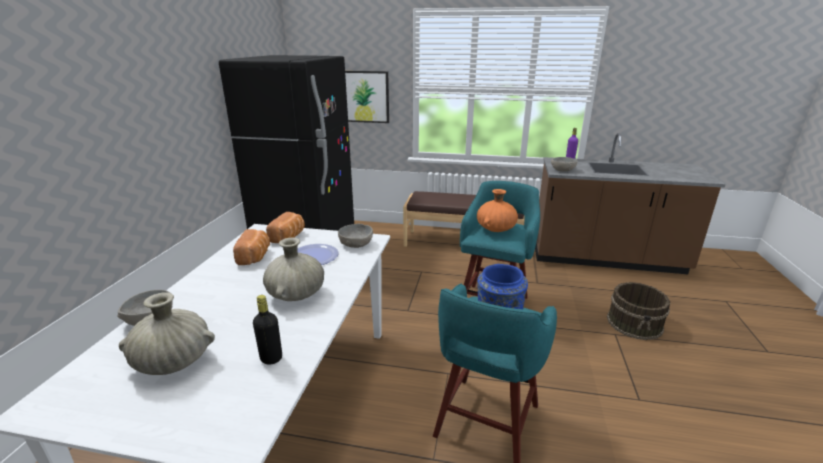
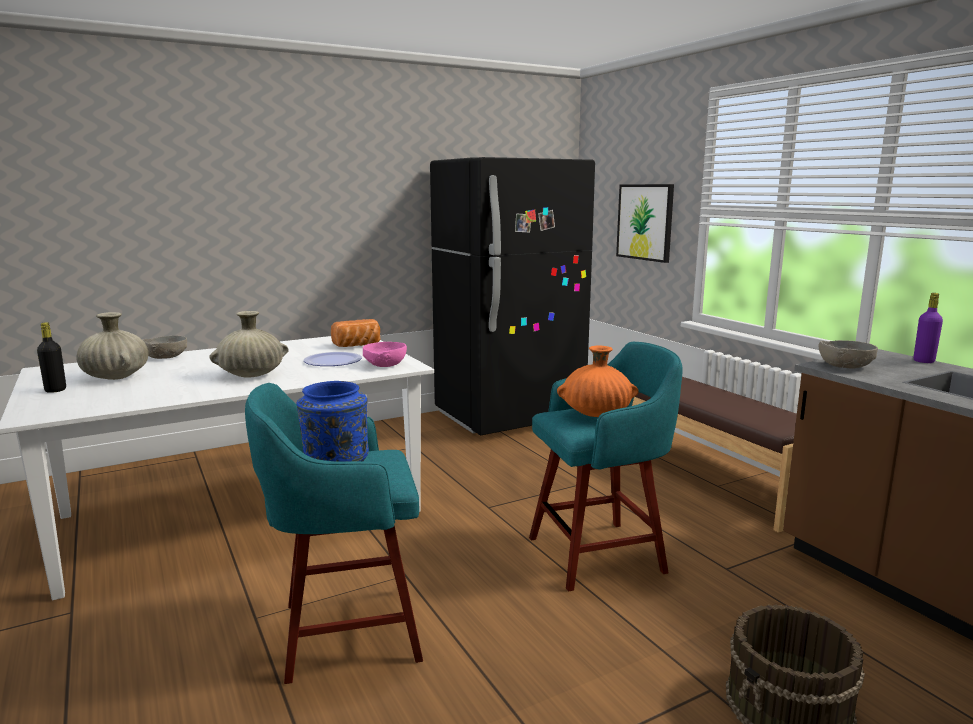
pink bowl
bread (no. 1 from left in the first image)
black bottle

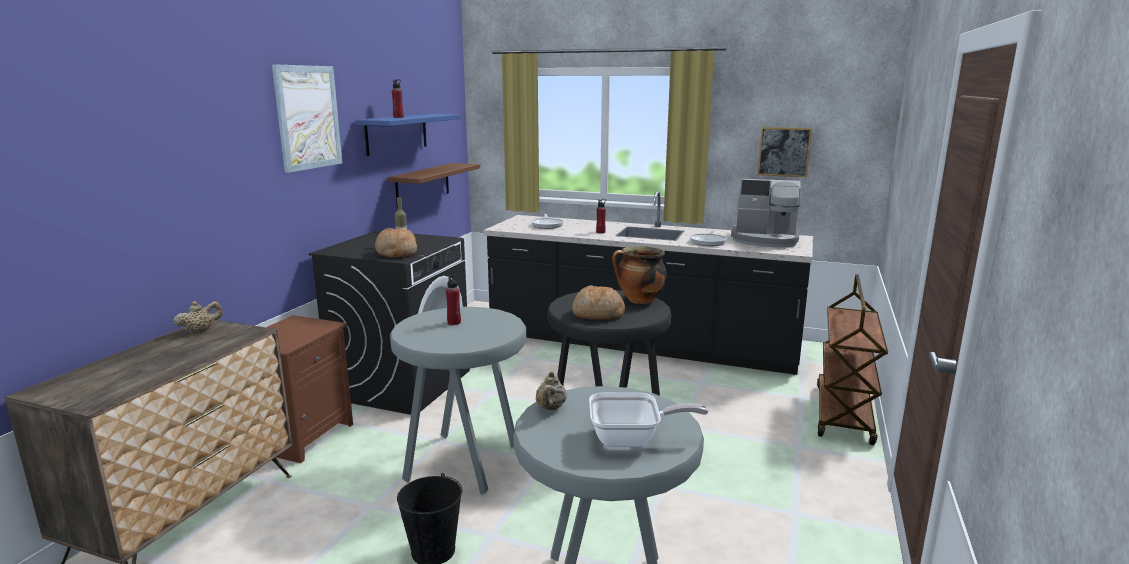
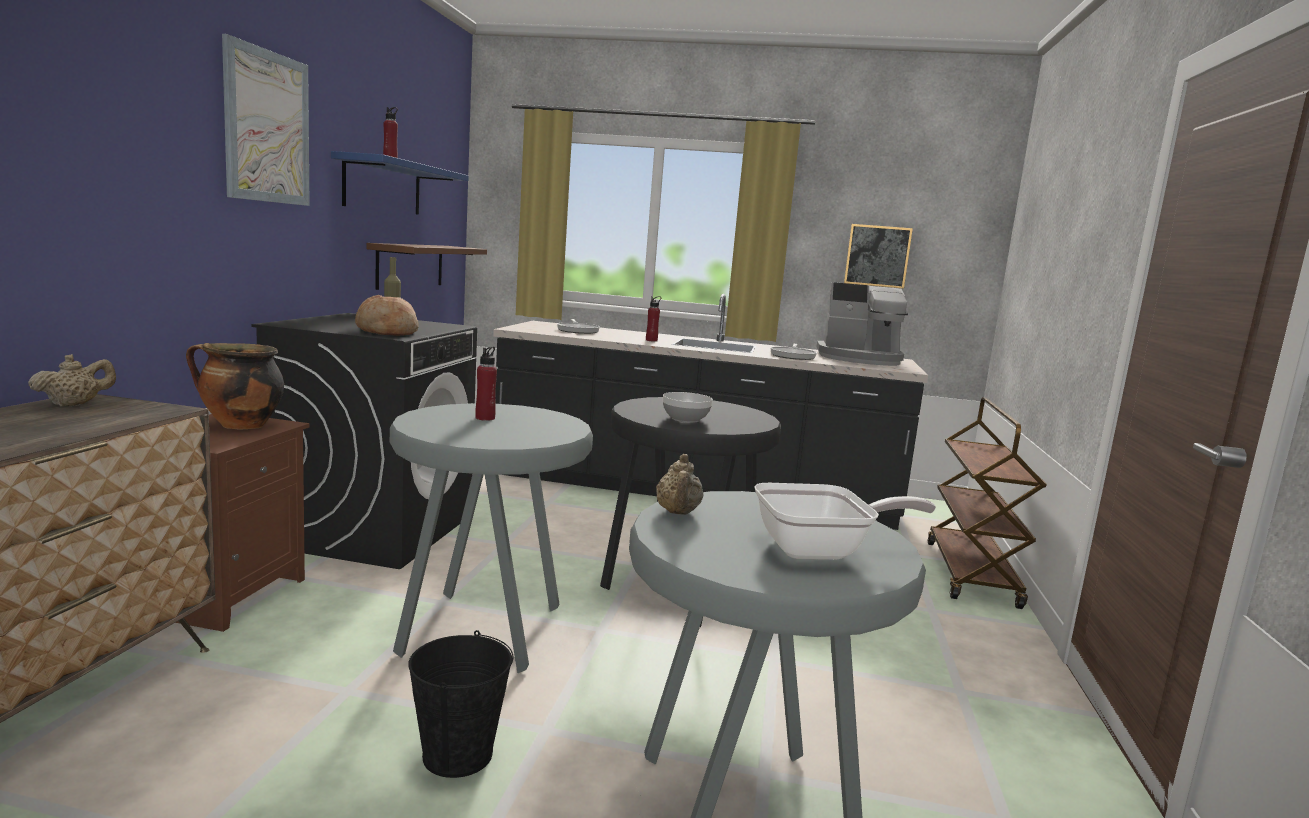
cooking pot
bowl

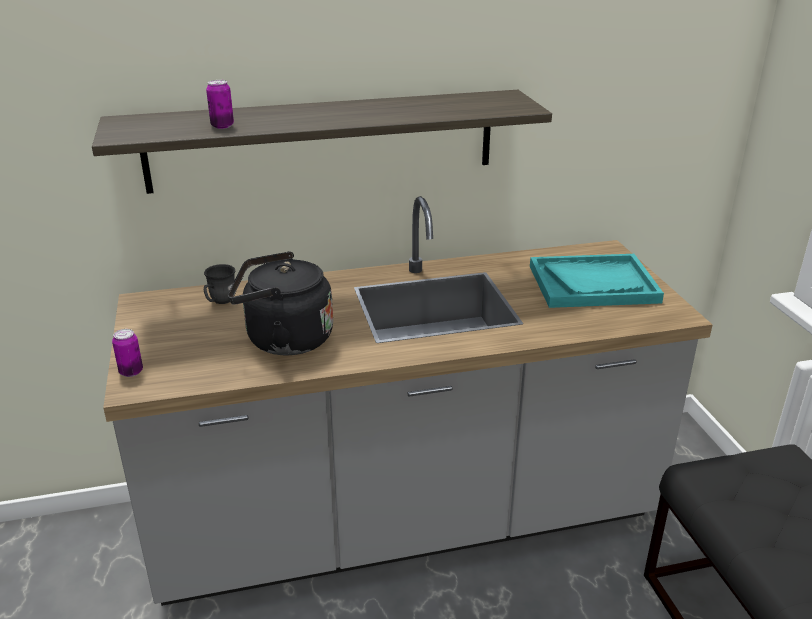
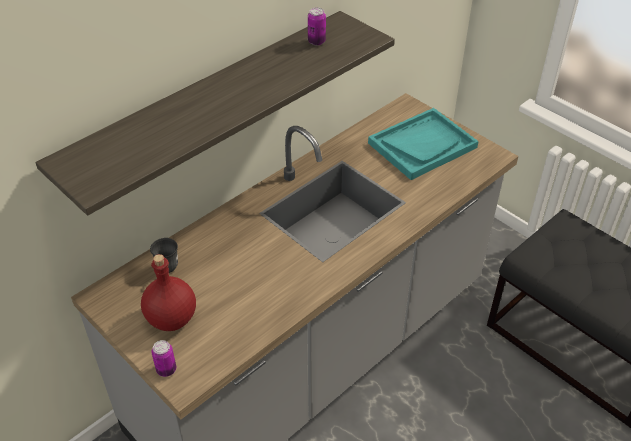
can (no. 2 from left)
black kettle
red bottle

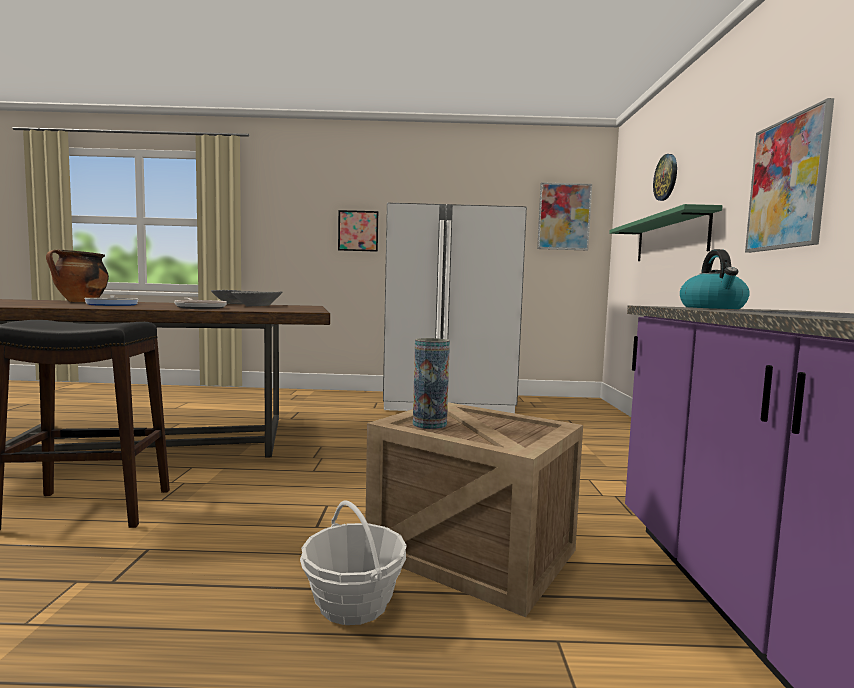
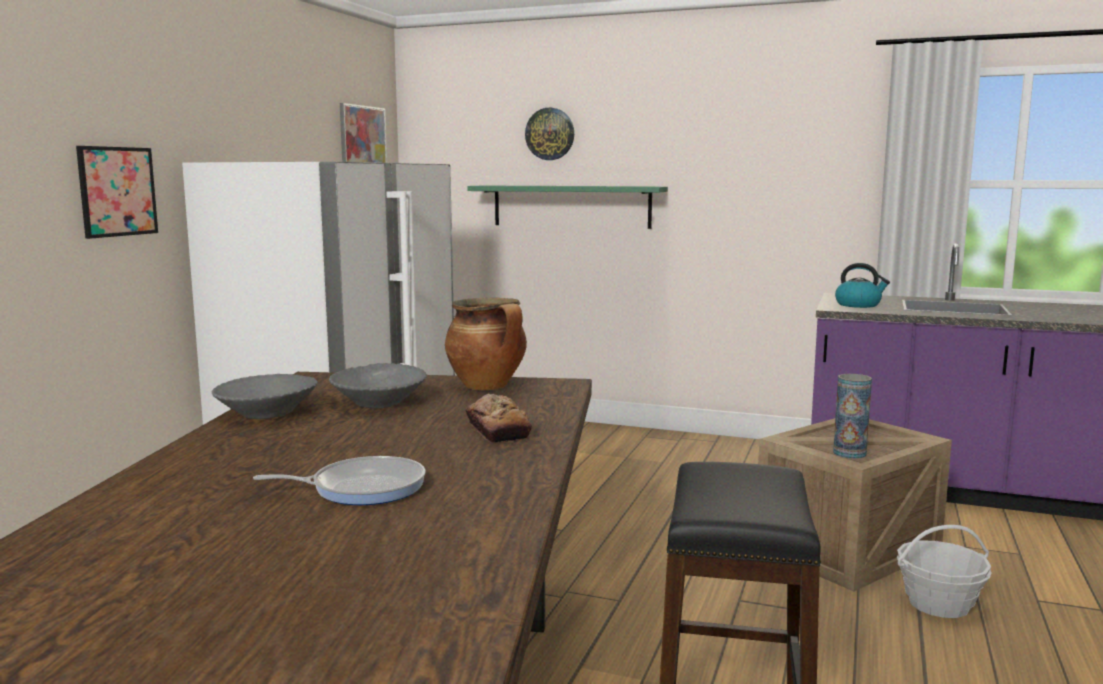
picture (no. 3 from left in the first image)
cooking pot
bread

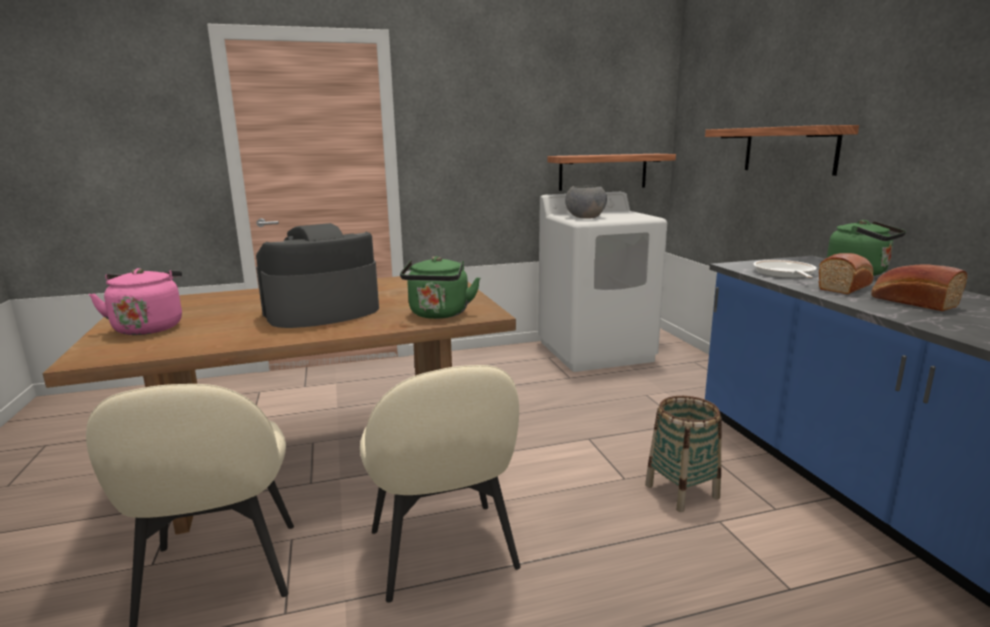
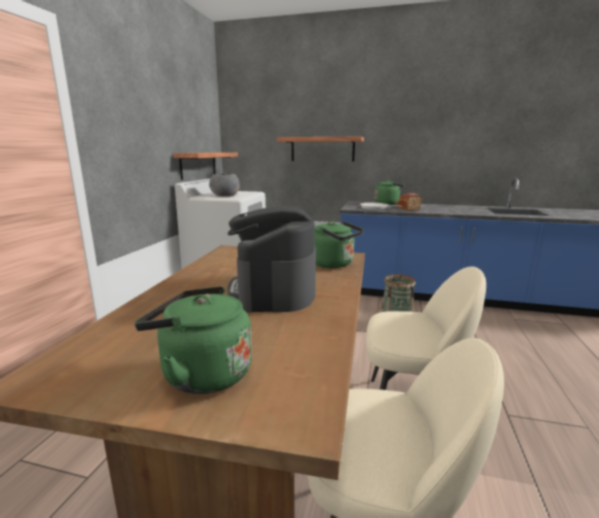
bread (no. 2 from left in the first image)
green kettle (no. 1 from left)

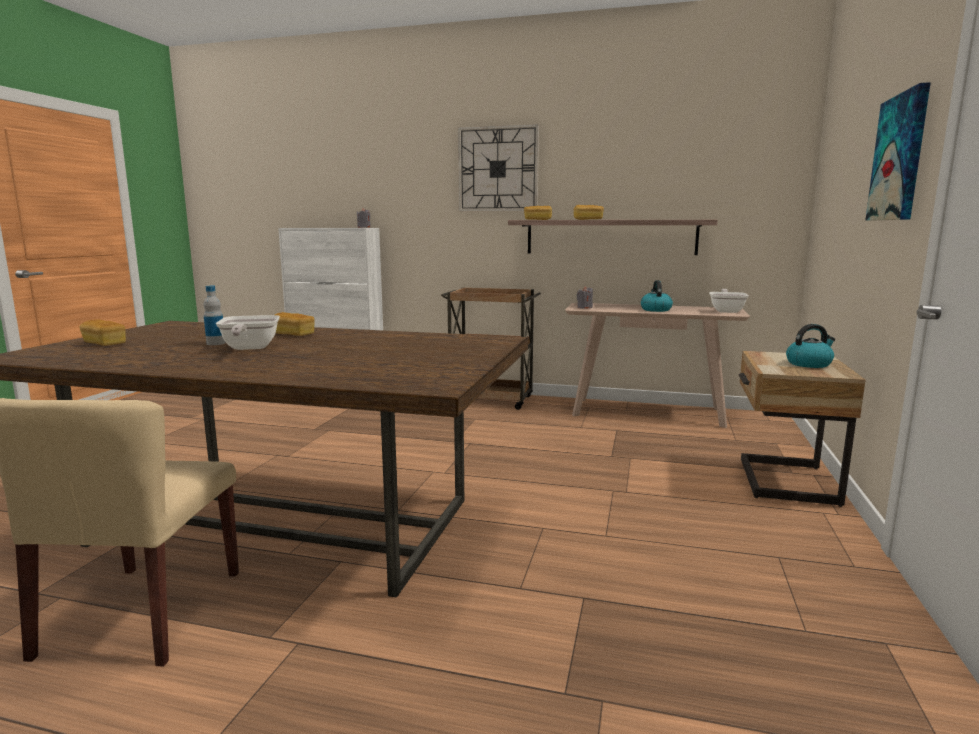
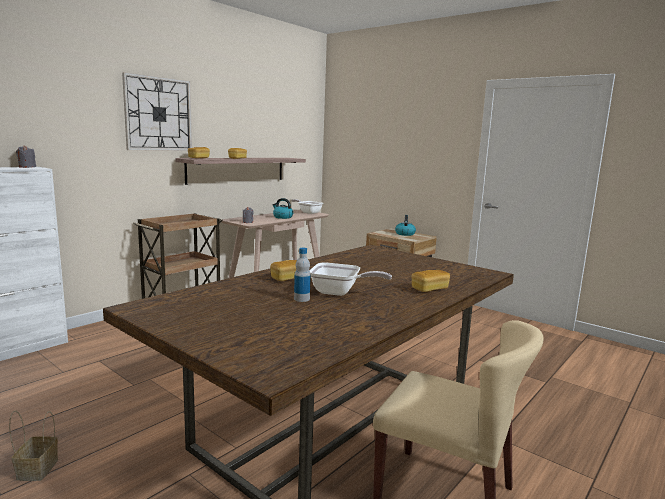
picture
bread (no. 4 from left)
basket

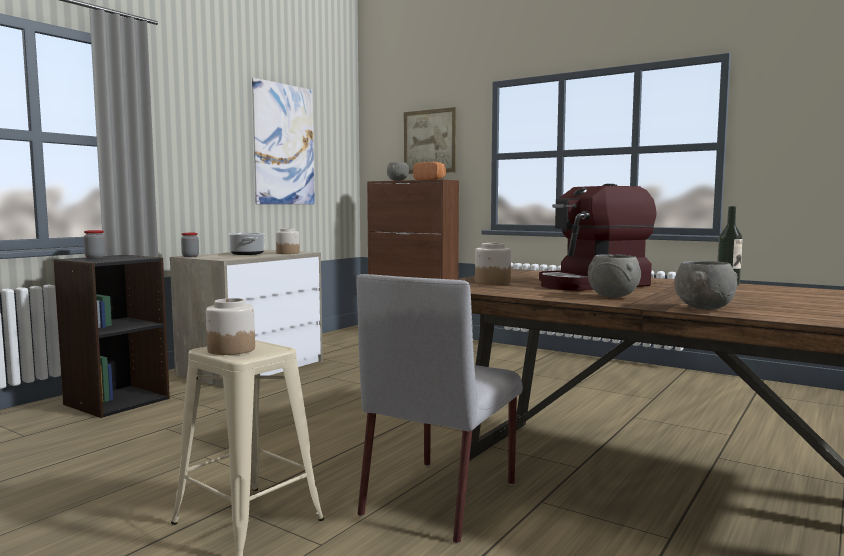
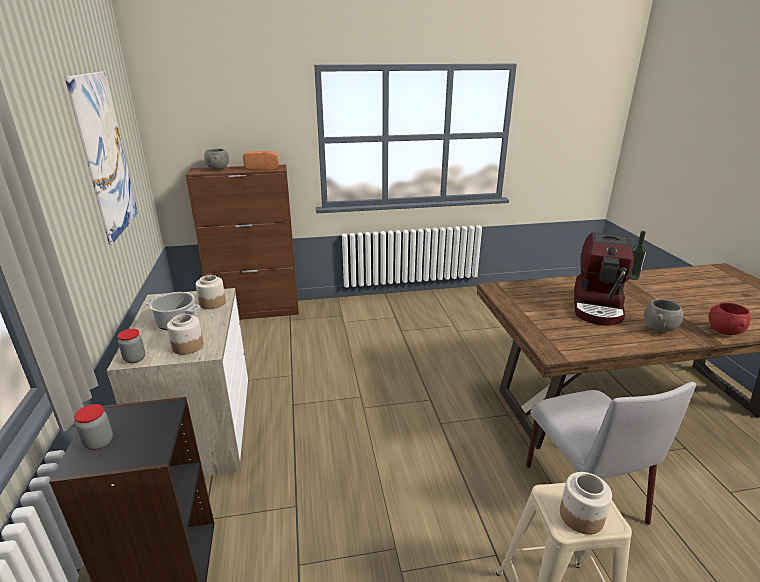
picture (no. 2 from left in the first image)
jar (no. 3 from left)
red bowl

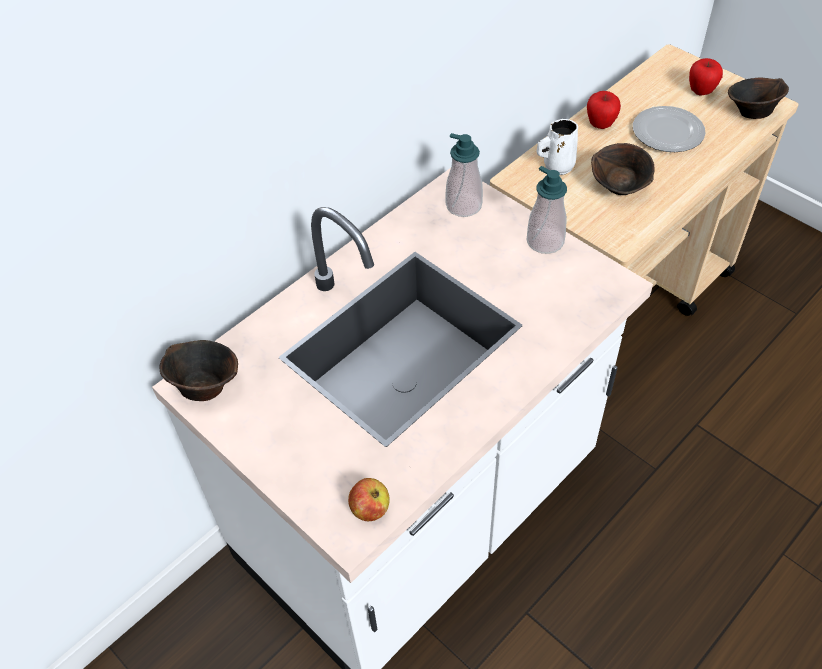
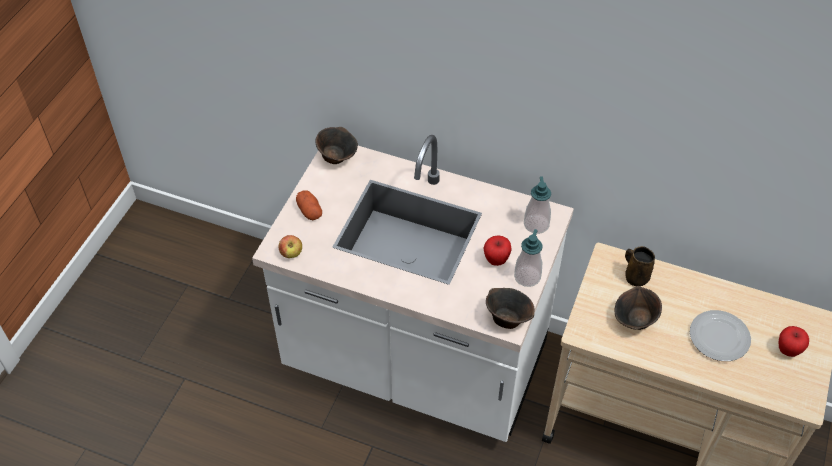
brown bowl (no. 2 from left)
apple (no. 2 from left)
brown mug
potato

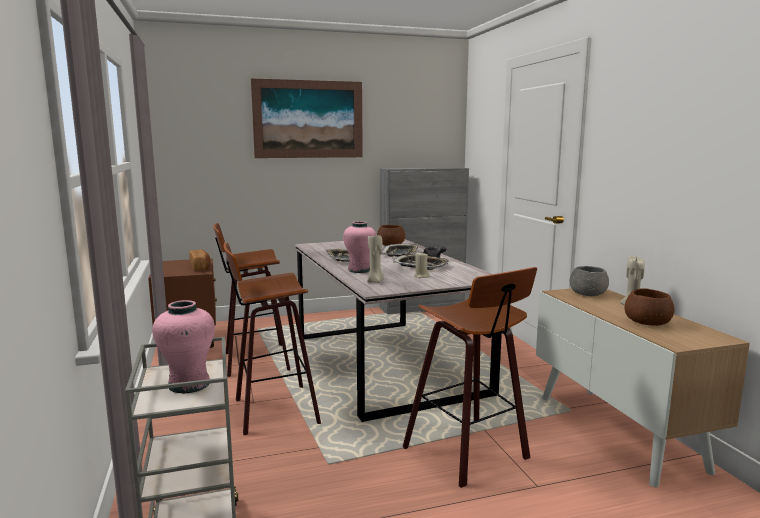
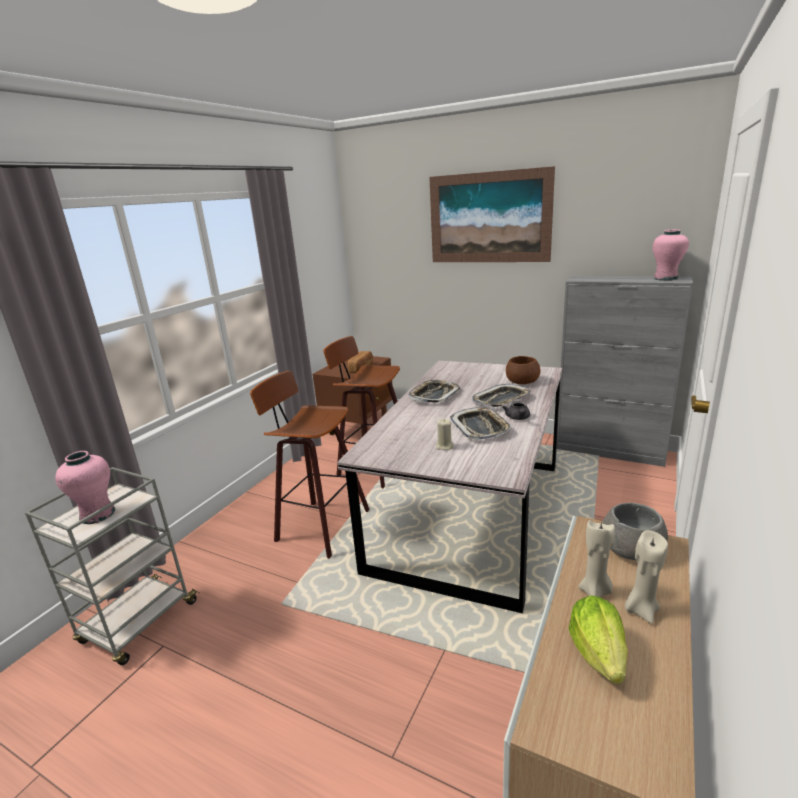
pink vase (no. 2 from left)
beige candle (no. 2 from left)
stool (no. 3 from left in the first image)
lettuce

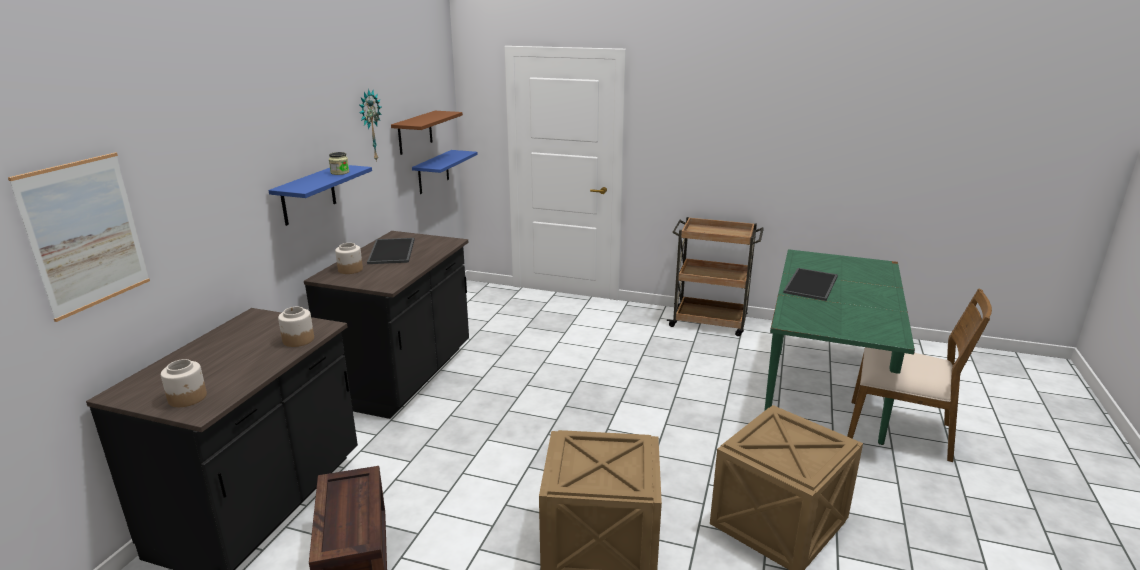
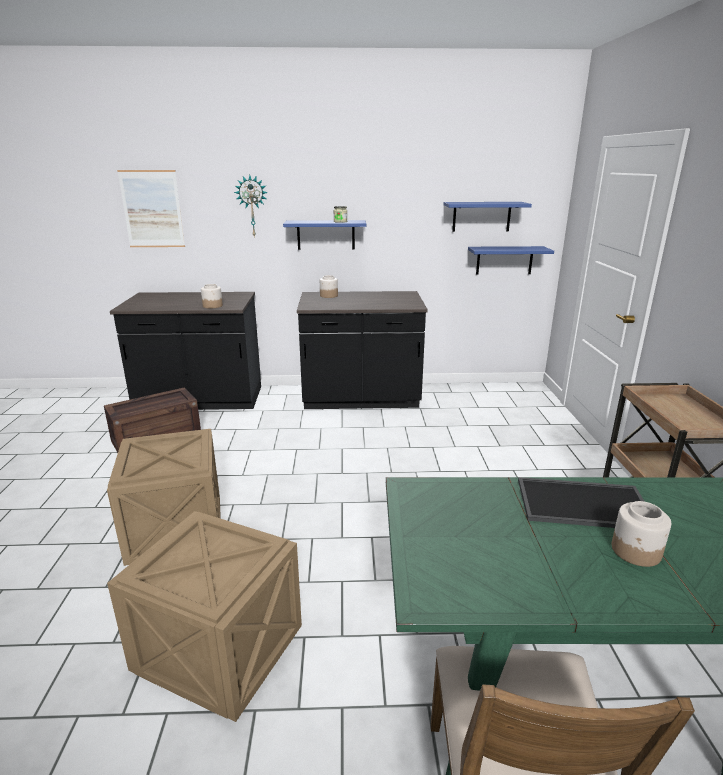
wall clock
blue shelf (no. 2 from left)
tray (no. 1 from left in the first image)
jar (no. 4 from left)

